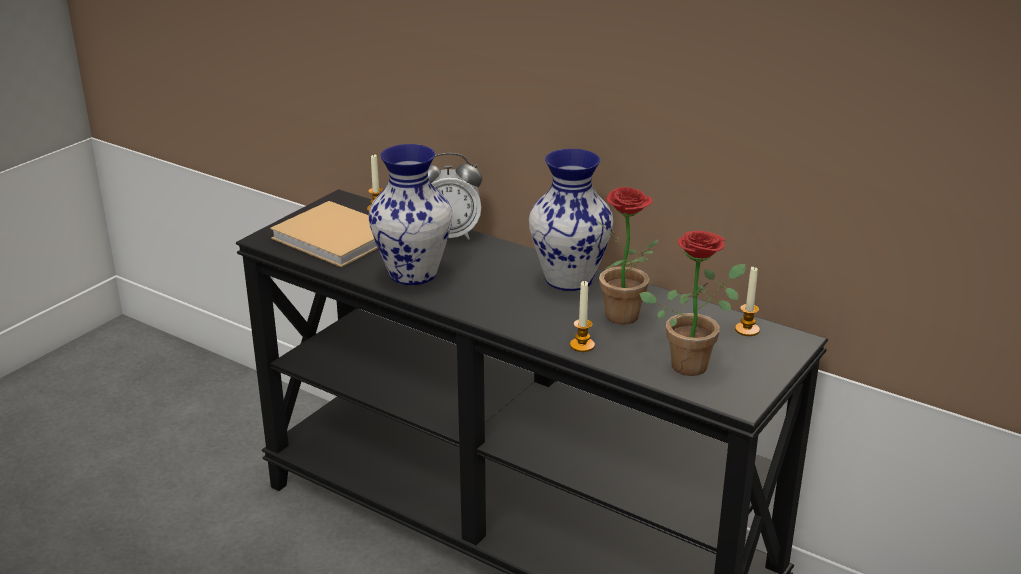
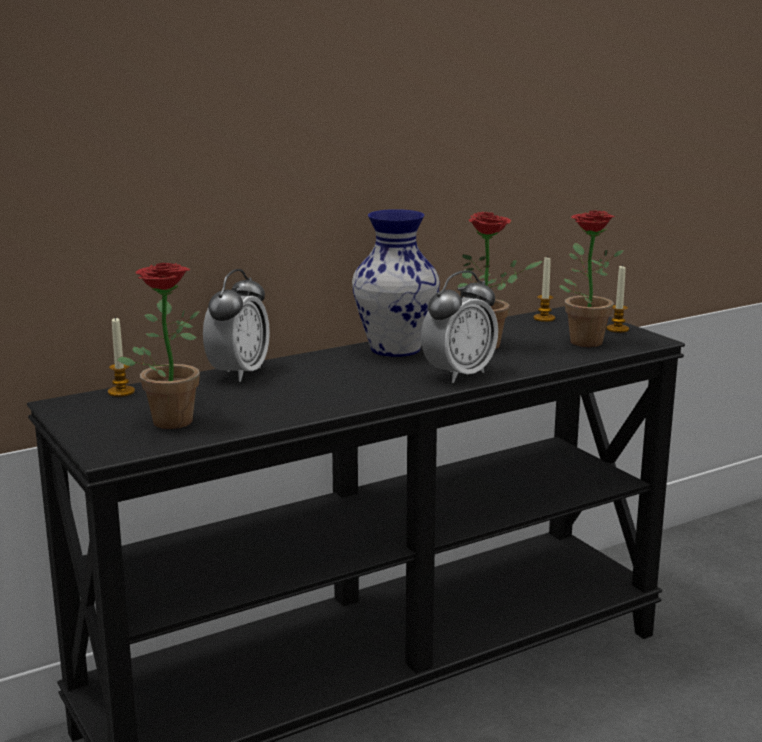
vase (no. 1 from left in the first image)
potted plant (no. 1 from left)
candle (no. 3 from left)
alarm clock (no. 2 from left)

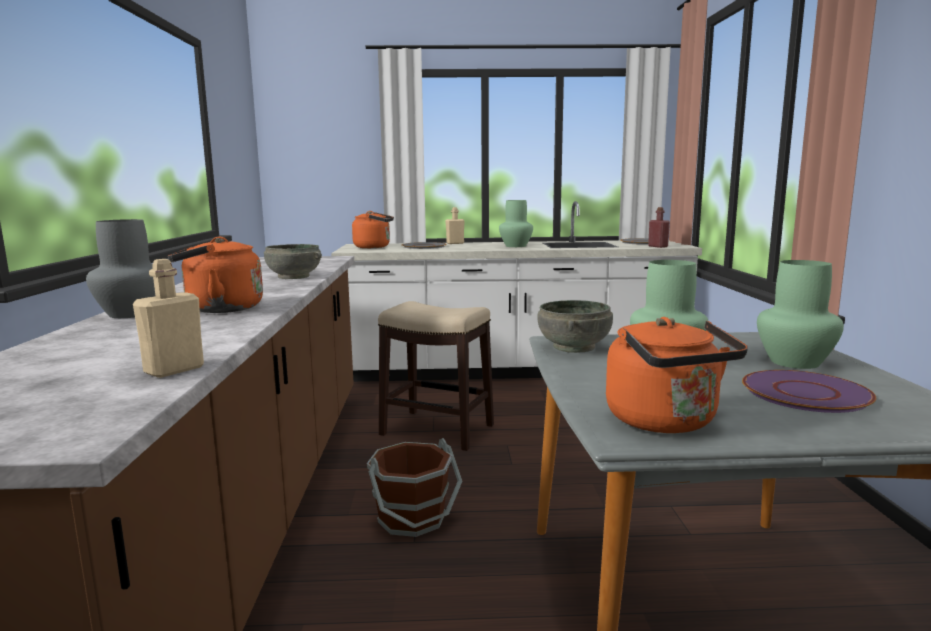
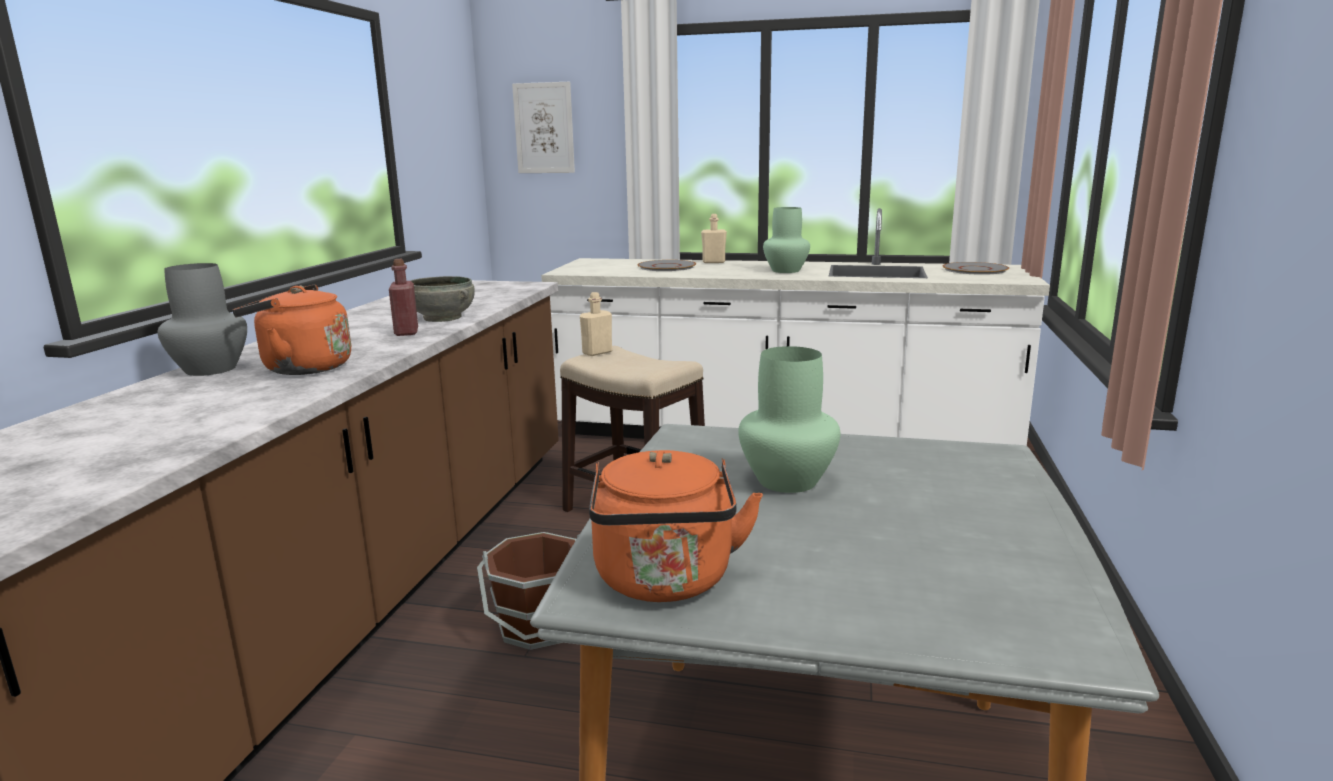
red bottle
orange kettle (no. 2 from left in the first image)
beige bottle (no. 1 from left)
green vase (no. 3 from left in the first image)
grey bowl (no. 2 from left in the first image)
purple plate
picture

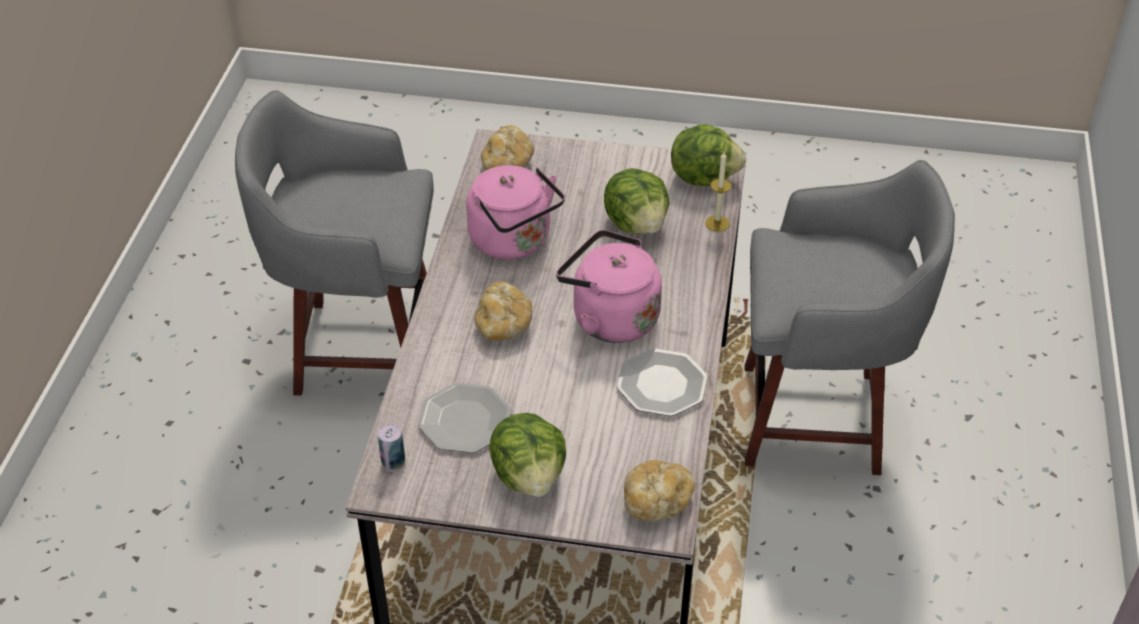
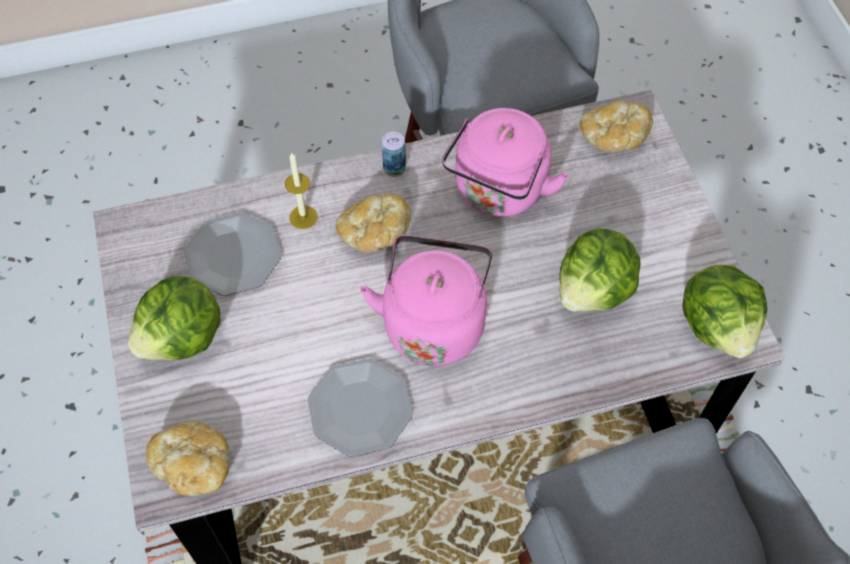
candle
can

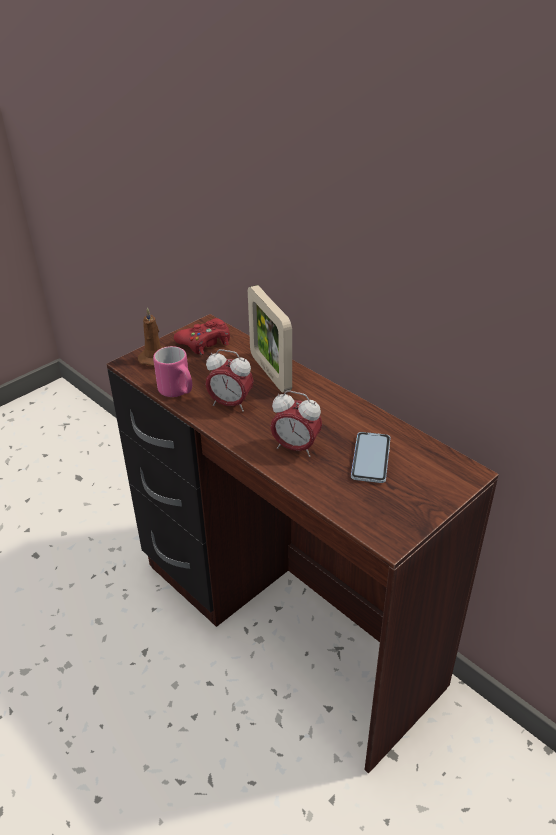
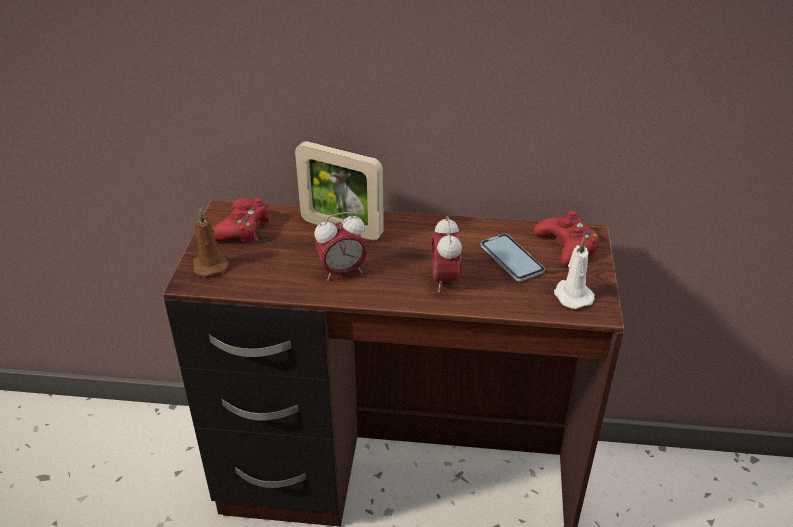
pink mug
alarm clock (no. 2 from left)
red game controller (no. 2 from left)
white candle

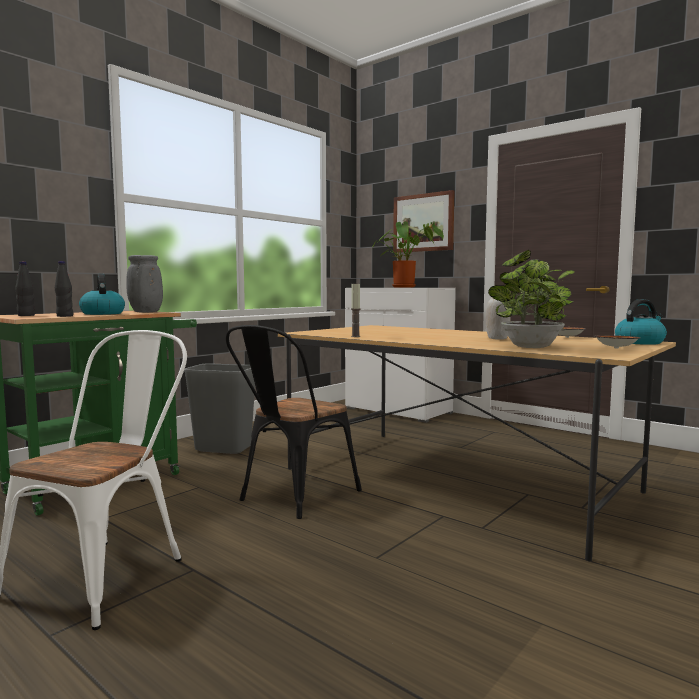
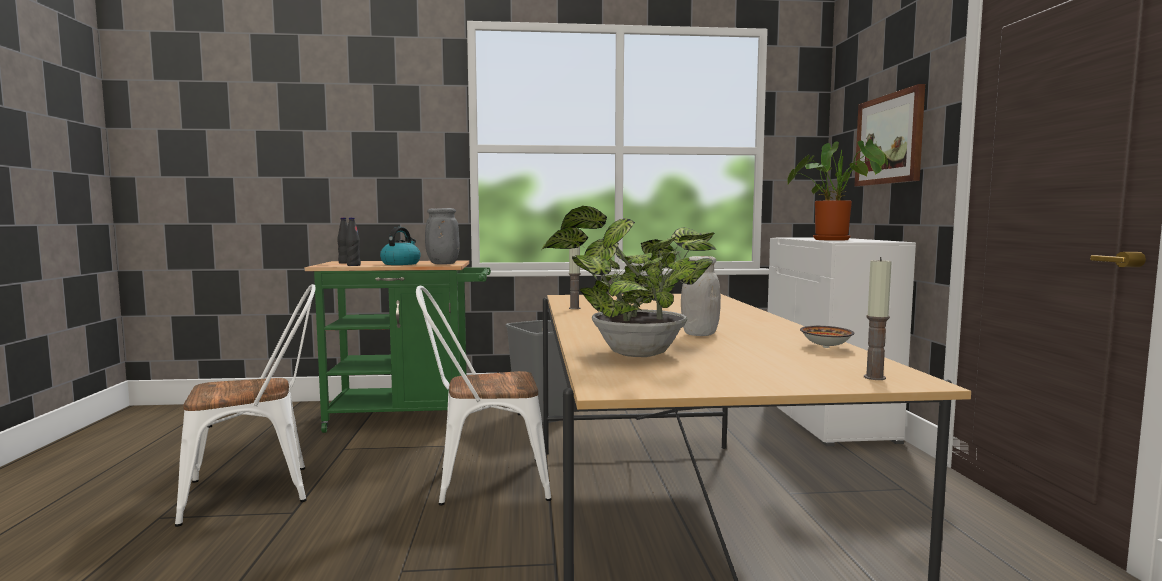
candle (no. 2 from left)
white chair (no. 2 from left)
bowl (no. 2 from left in the first image)

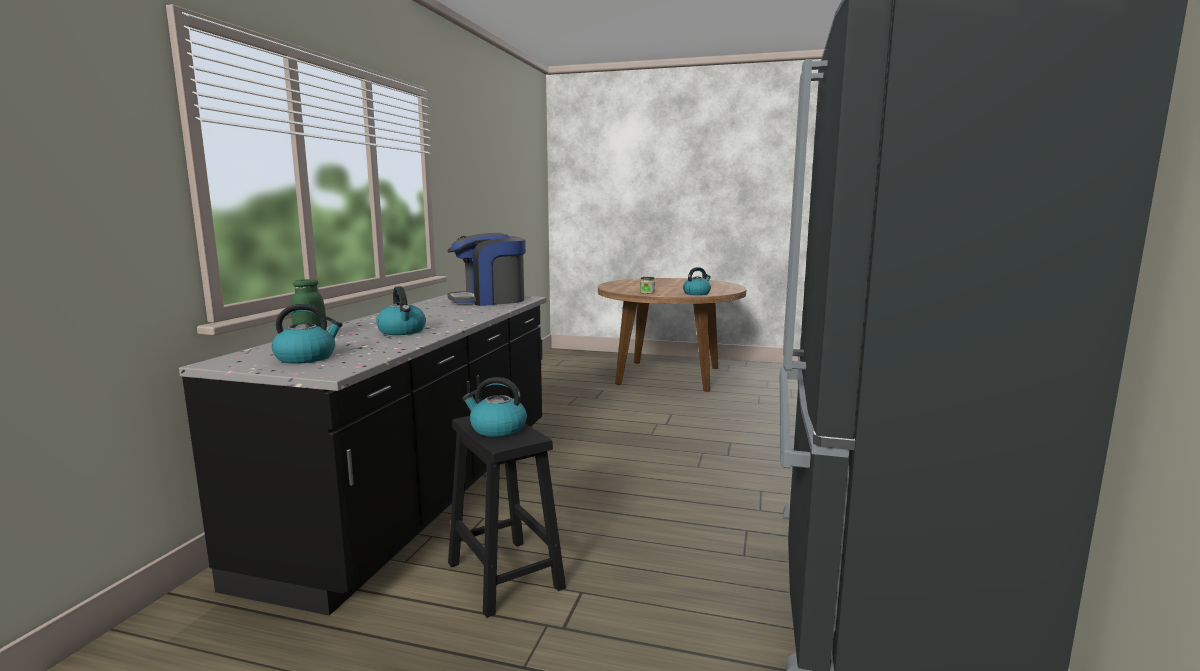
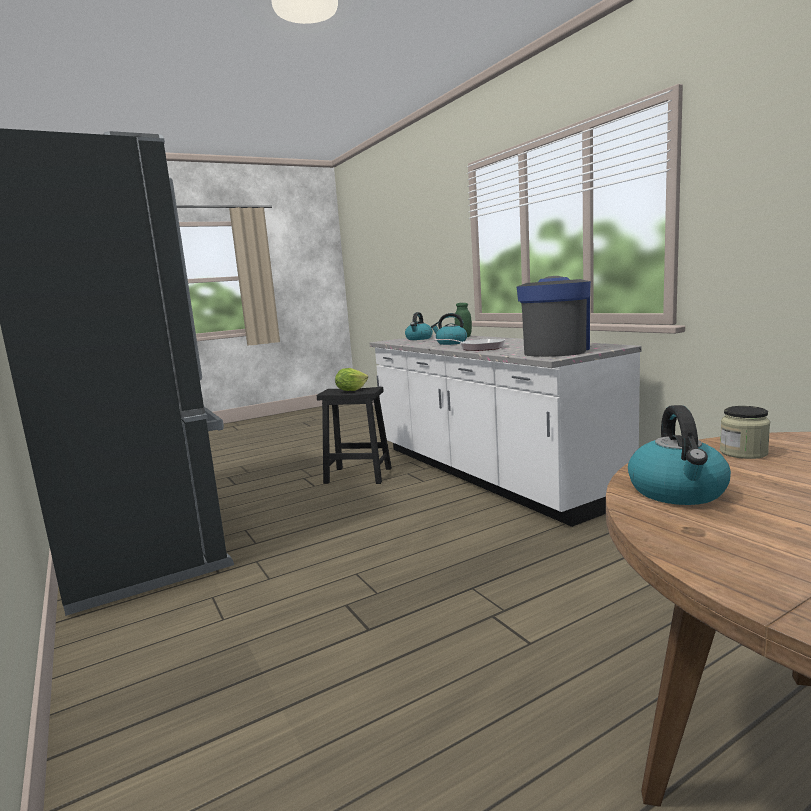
white counter
lettuce
frying pan

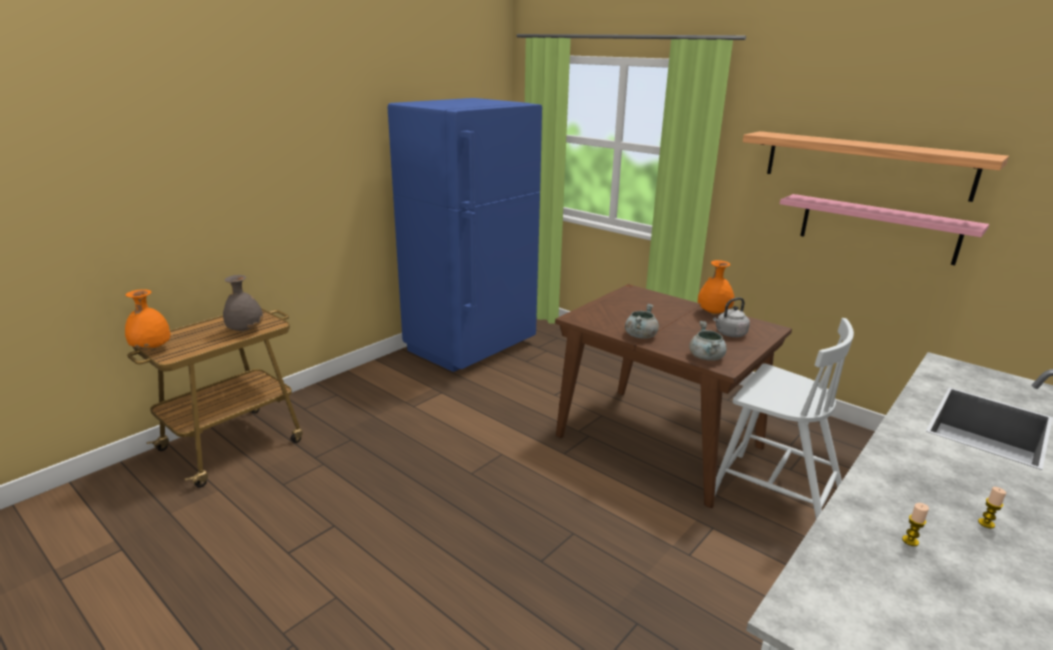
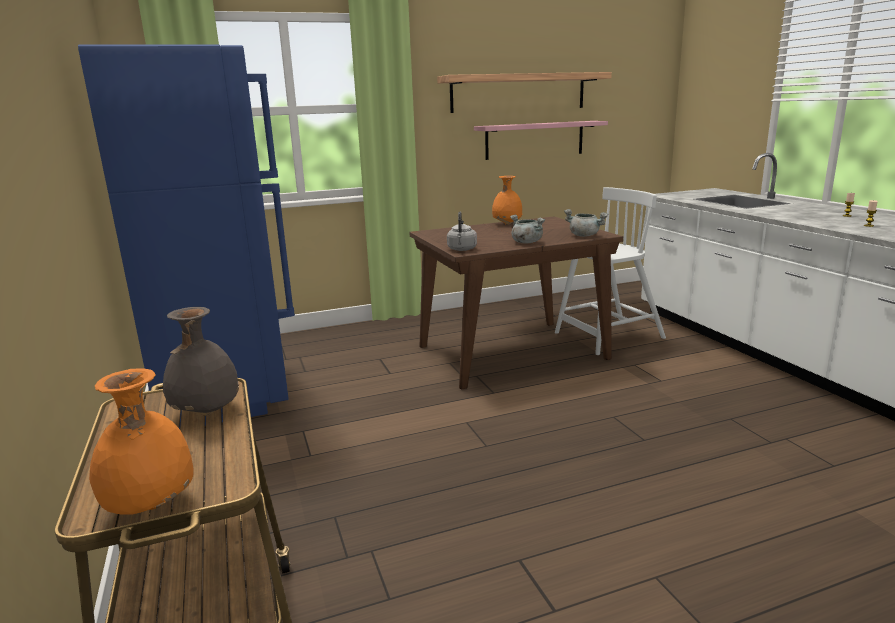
grey kettle

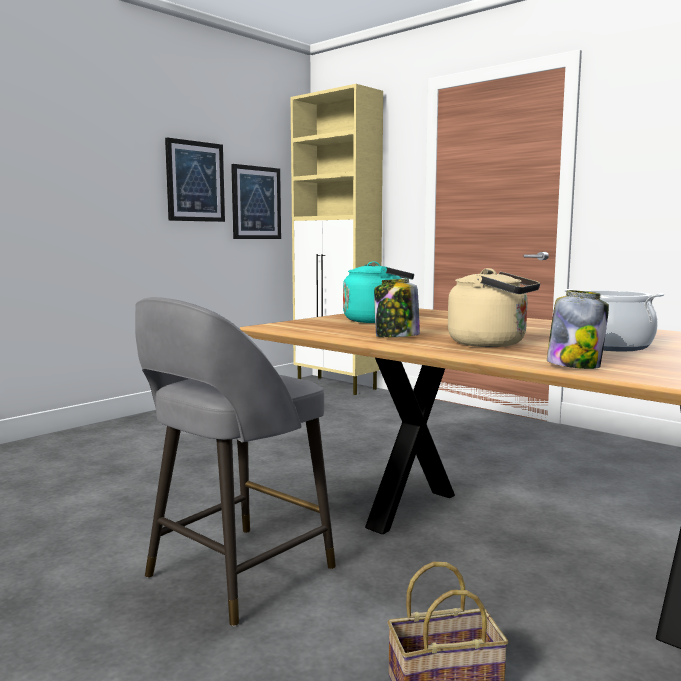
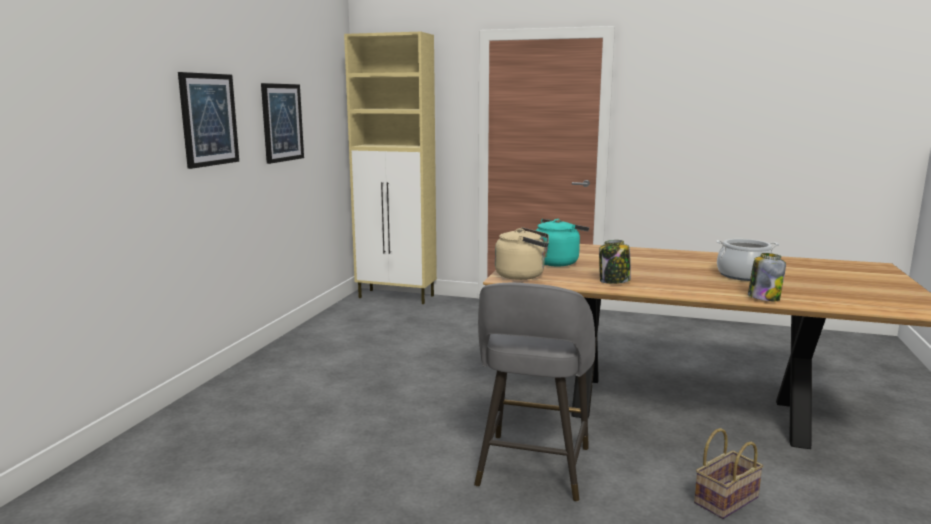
picture (no. 1 from left)
beige kettle

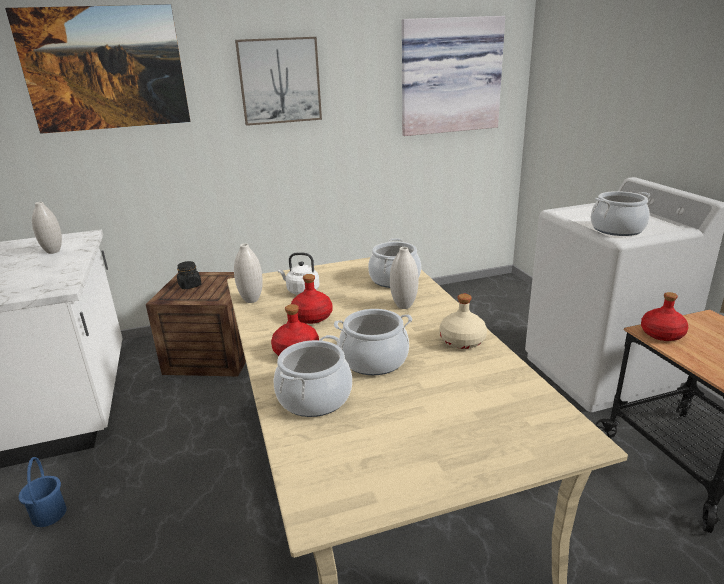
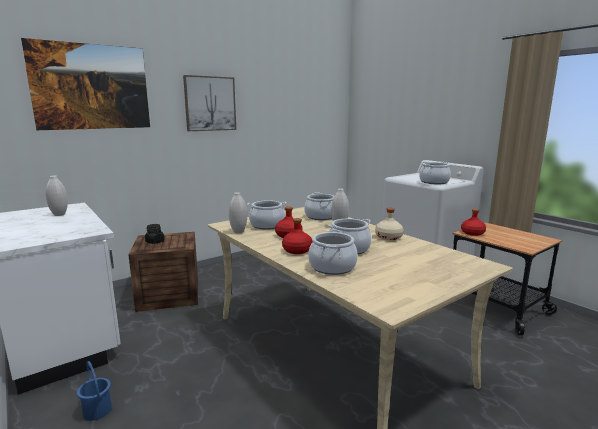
picture (no. 3 from left in the first image)
cooking pot (no. 1 from left)

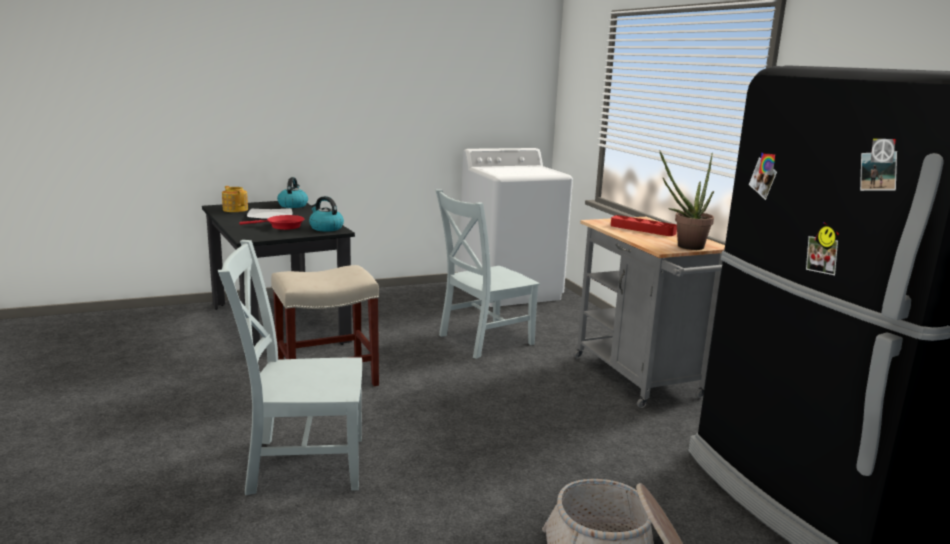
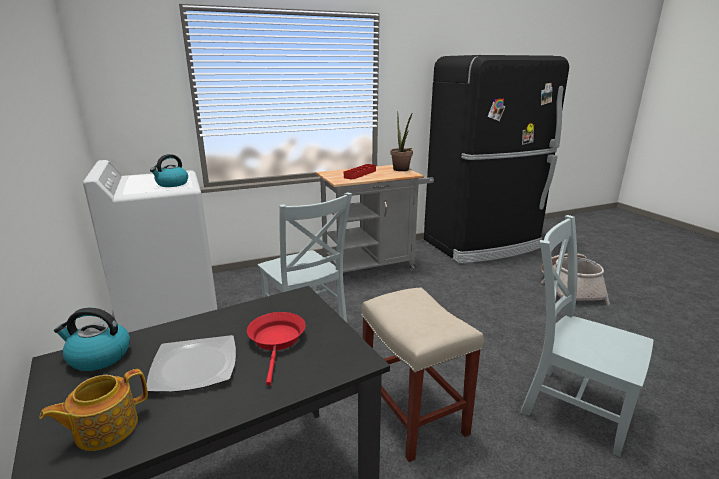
kettle (no. 2 from left)
grey chair (no. 2 from left)

